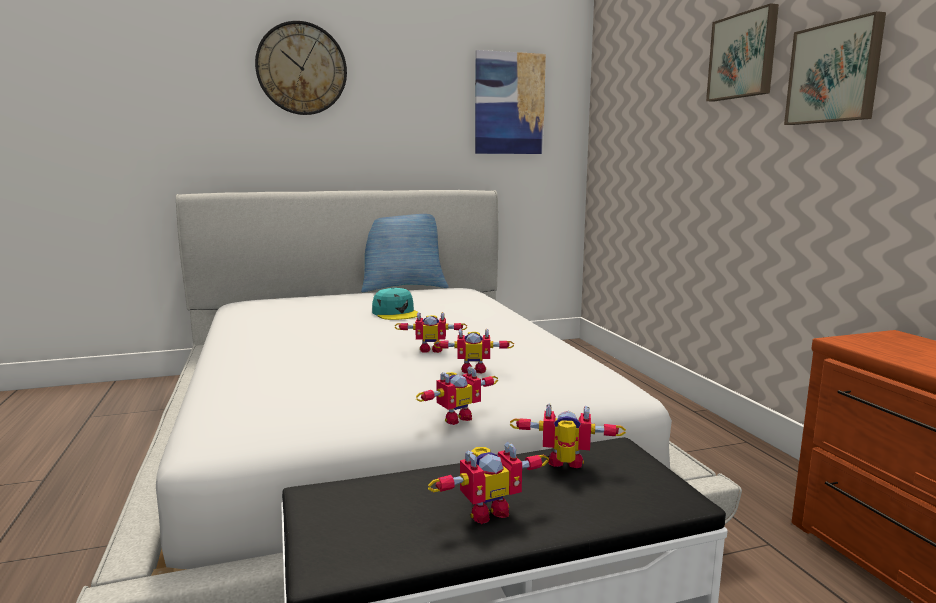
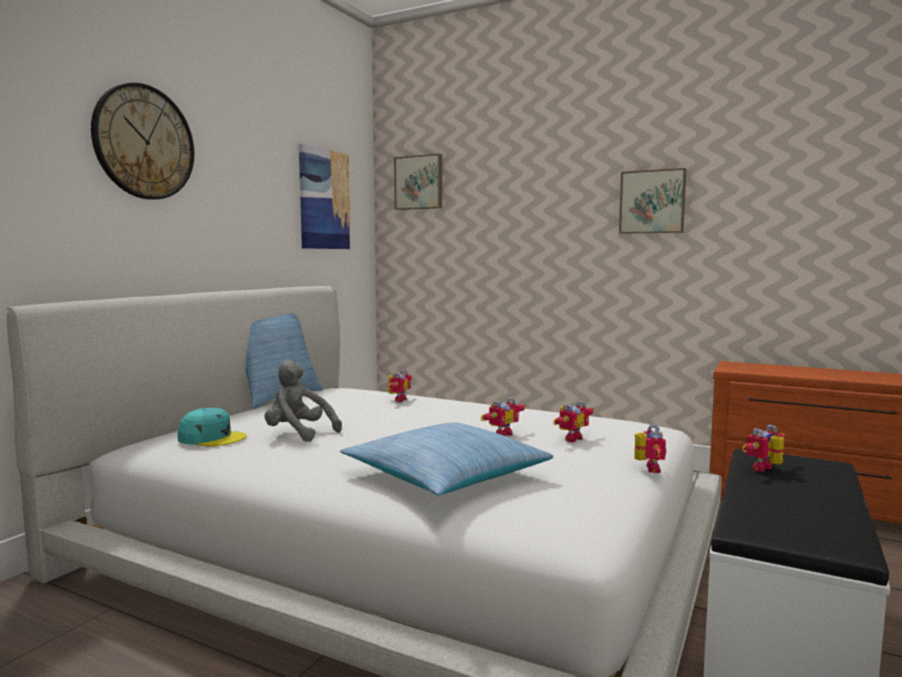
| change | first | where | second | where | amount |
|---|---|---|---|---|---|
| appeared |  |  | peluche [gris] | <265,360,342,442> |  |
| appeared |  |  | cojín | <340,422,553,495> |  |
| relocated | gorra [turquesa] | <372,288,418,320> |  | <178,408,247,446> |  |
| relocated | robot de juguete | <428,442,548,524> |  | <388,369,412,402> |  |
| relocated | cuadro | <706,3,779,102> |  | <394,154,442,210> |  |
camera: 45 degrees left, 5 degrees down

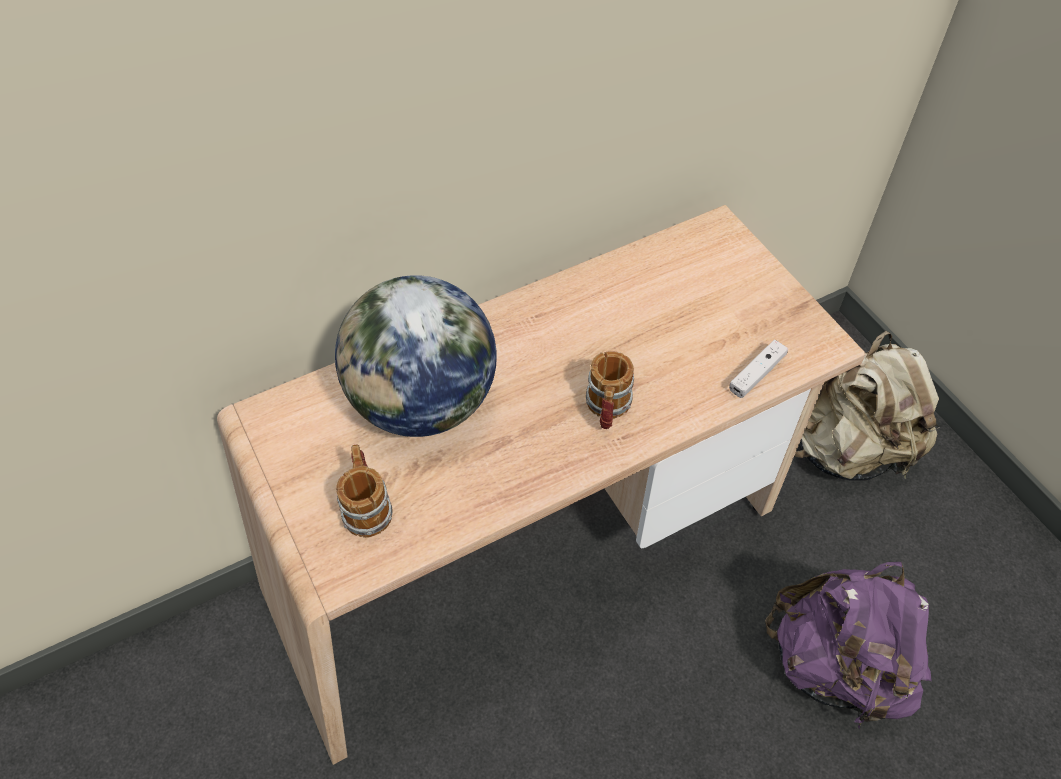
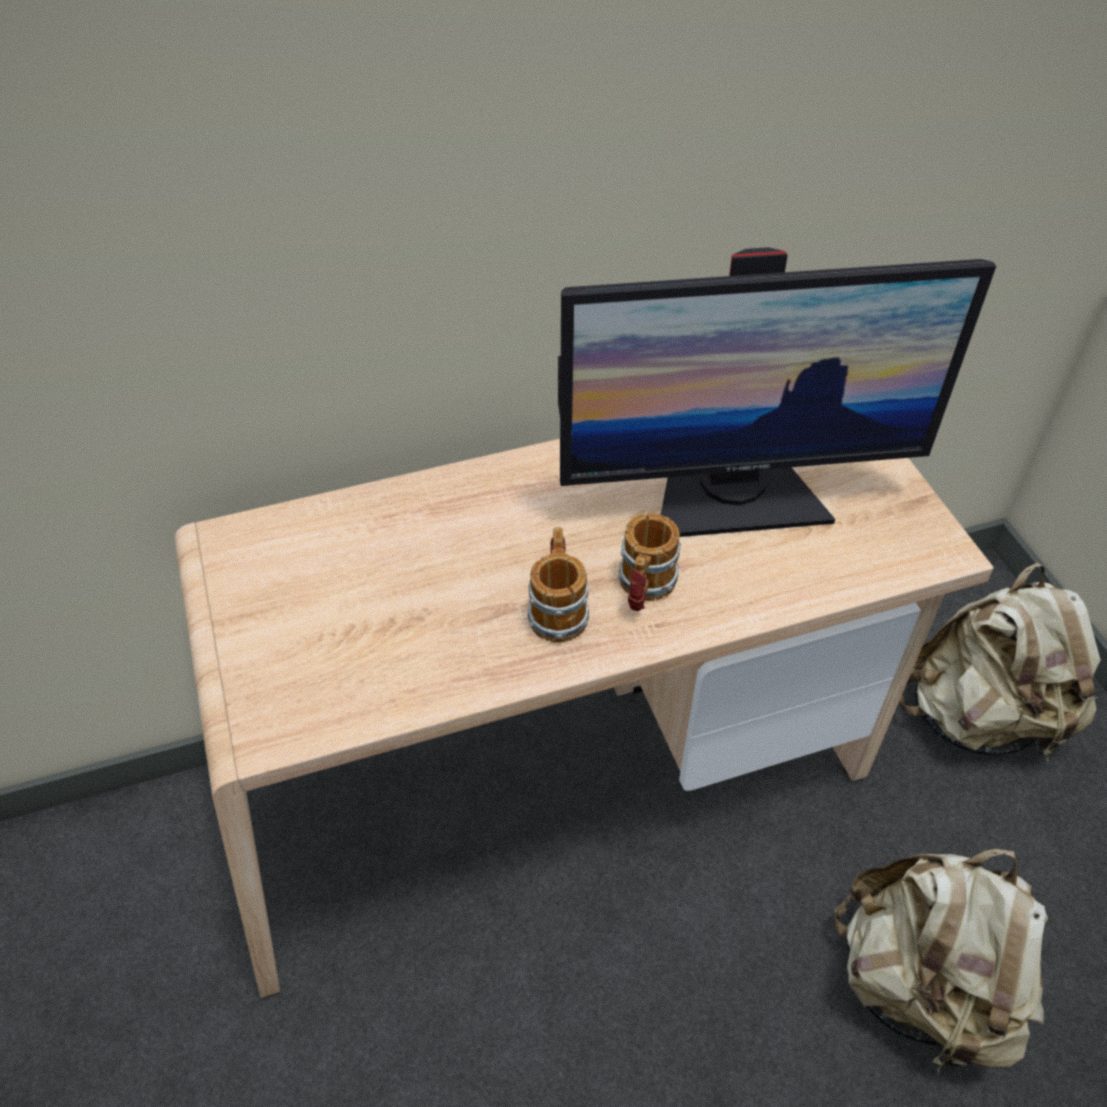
| change | first | where | second | where | amount |
|---|---|---|---|---|---|
| missing | globo terráqueo | <335,275,497,437> |  |  |  |
| missing | mando de consola [blanco] | <729,340,788,398> |  |  |  |
| appeared |  |  | monitor | <558,247,996,537> |  |
| relocated | taza grande | <336,444,392,538> |  | <528,527,589,643> |  |
| colour | mochila [morado] | <765,562,932,729> | mochila [beis] | <834,849,1048,1074> |  |
camera: 10 degrees right, 5 degrees down

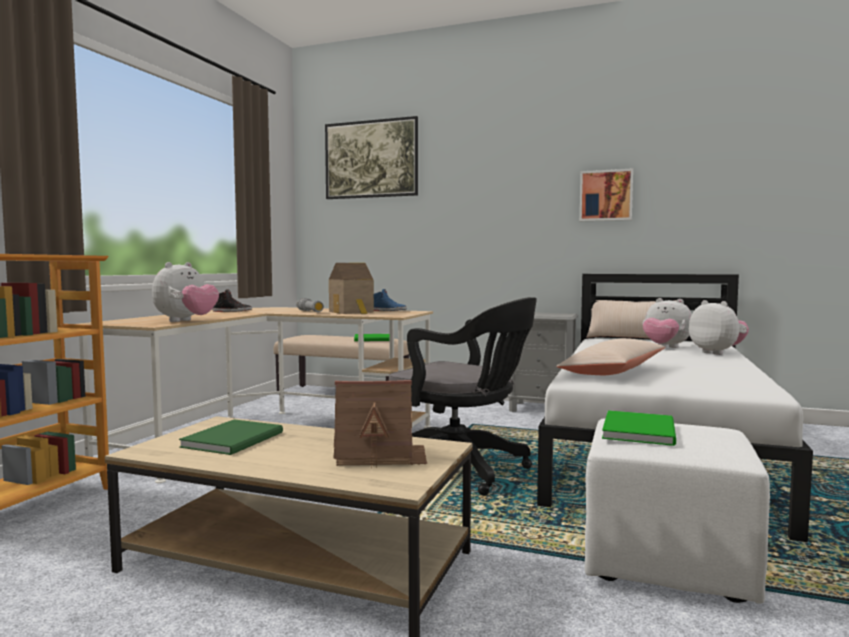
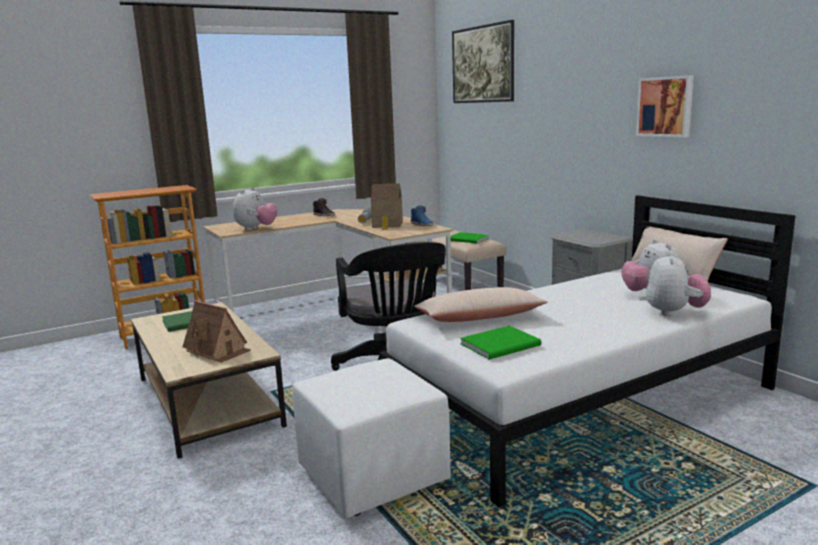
| change | first | where | second | where | amount |
|---|---|---|---|---|---|
| relocated | libro [verde] | <602,410,676,446> |  | <460,326,541,360> |  |
| spun | peluche | <152,262,219,322> |  | <233,187,277,231> | 45 degrees counterclockwise |
camera: 40 degrees right, 10 degrees up

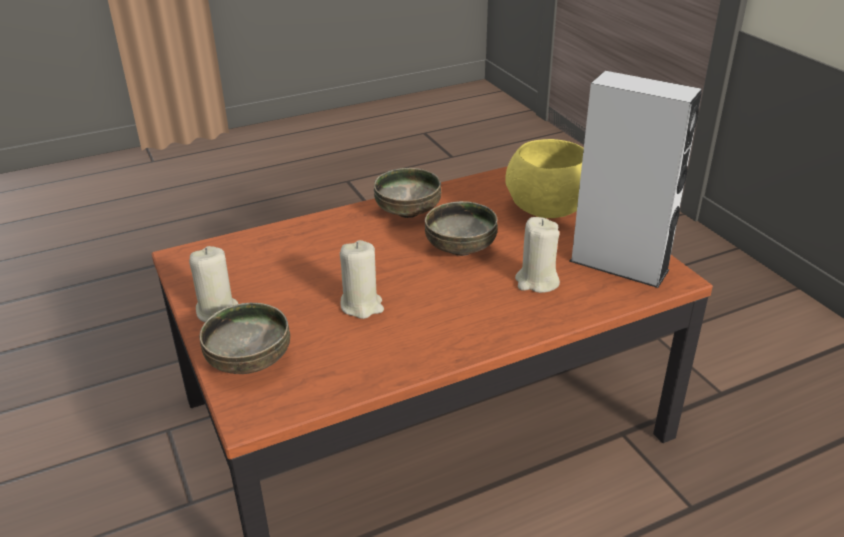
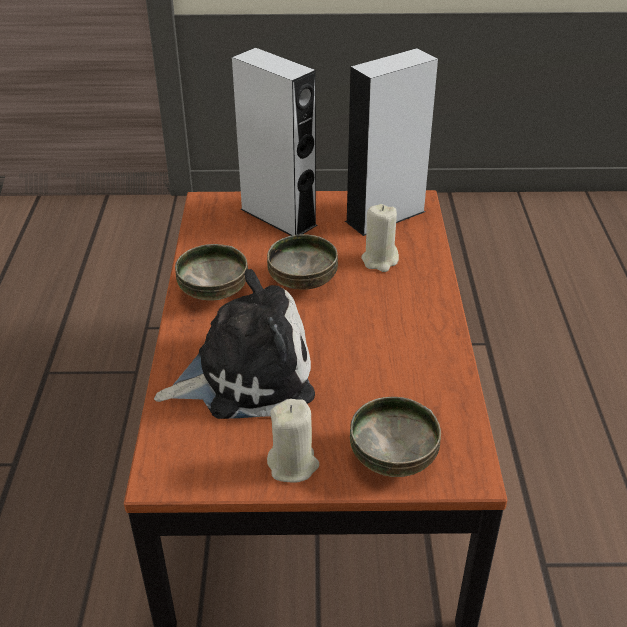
| change | first | where | second | where | amount |
|---|---|---|---|---|---|
| missing | vela [beis] | <340,240,384,319> |  |  |  |
| appeared |  |  | peluche | <154,269,315,419> |  |
| exchanged | cuenco [amarillo] | <505,139,584,218> | altavoz [gris] | <232,48,317,236> |  |
camera: 65 degrees left, 5 degrees up

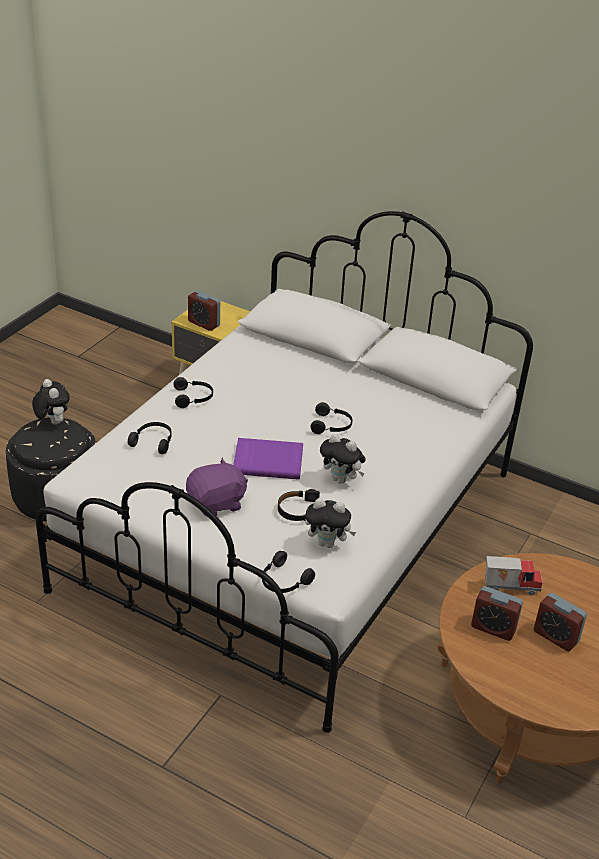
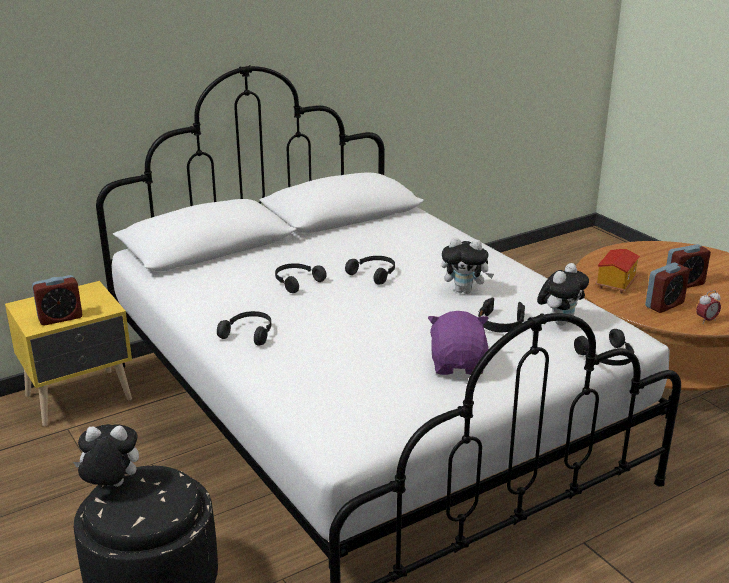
| change | first | where | second | where | amount |
|---|---|---|---|---|---|
| missing | libro [morado] | <233,438,303,480> |  |  |  |
| appeared |  |  | despertador | <696,290,721,323> |  |
| relocated | auriculares [negro] | <128,422,172,454> |  | <275,263,327,293> |  |
| exchanged | camión de juguete | <485,556,542,595> | casita | <595,249,640,294> |  |
| spun | peluche | <320,434,366,484> |  | <441,237,494,294> | 45 degrees clockwise |
camera: 60 degrees left, 10 degrees down

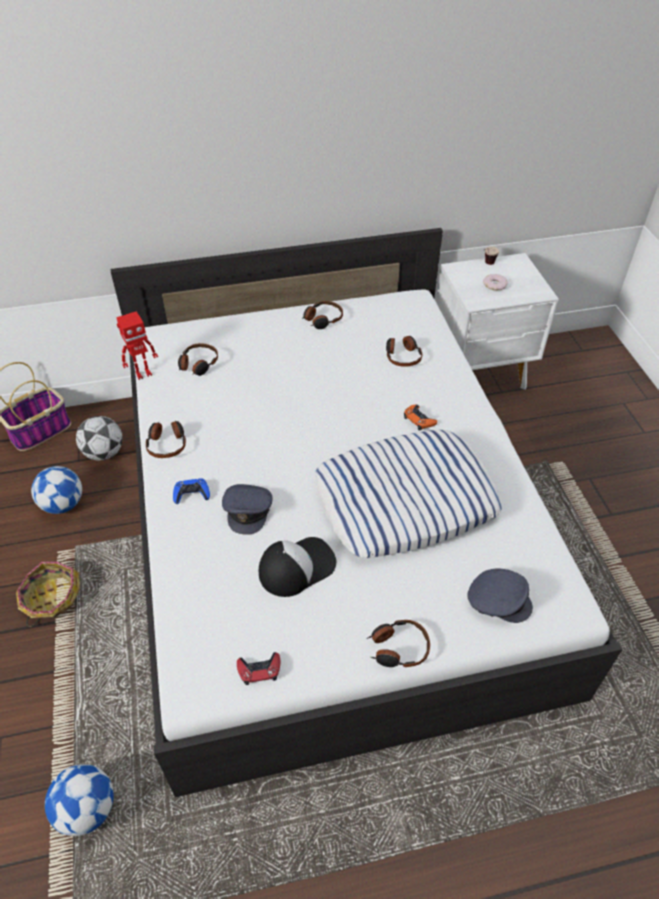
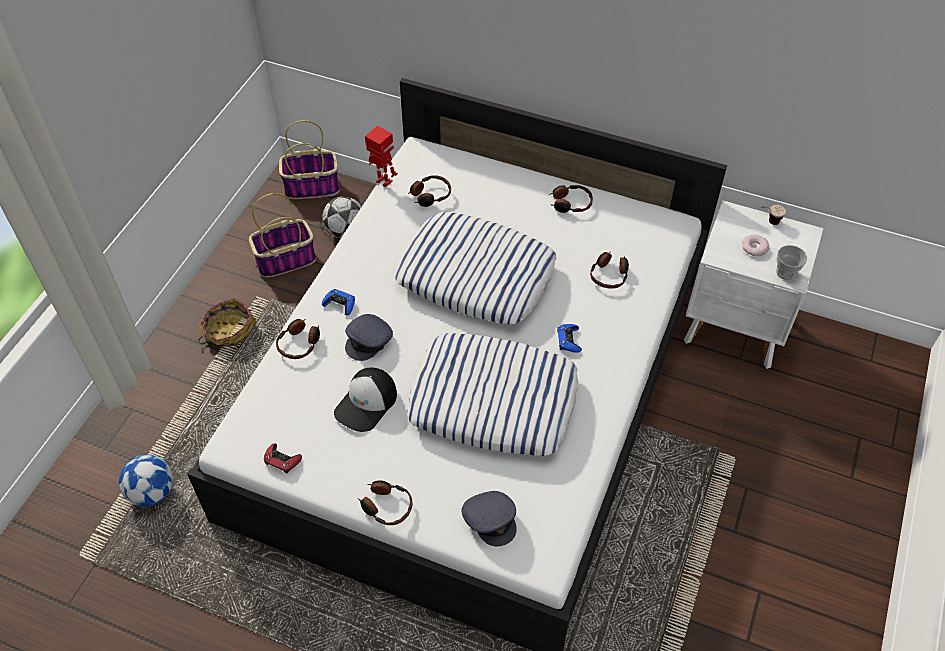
| change | first | where | second | where | amount |
|---|---|---|---|---|---|
| appeared |  |  | cojín | <394,212,557,325> |  |
| appeared |  |  | taza | <776,245,807,280> |  |
| relocated | auriculares | <146,421,186,458> |  | <276,319,320,359> |  |
| exchanged | balón de fútbol | <31,466,82,514> | cesta | <249,193,316,278> |  |
| colour | mando de consola [naranja] | <404,405,437,431> | mando de consola [azul] | <557,324,582,353> |  |
| spun | robot de juguete | <116,311,158,380> |  | <365,126,398,187> | 150 degrees counterclockwise |
| spun | gorra | <259,537,336,597> |  | <334,368,397,432> | 120 degrees clockwise |
camera: 35 degrees right, 5 degrees up

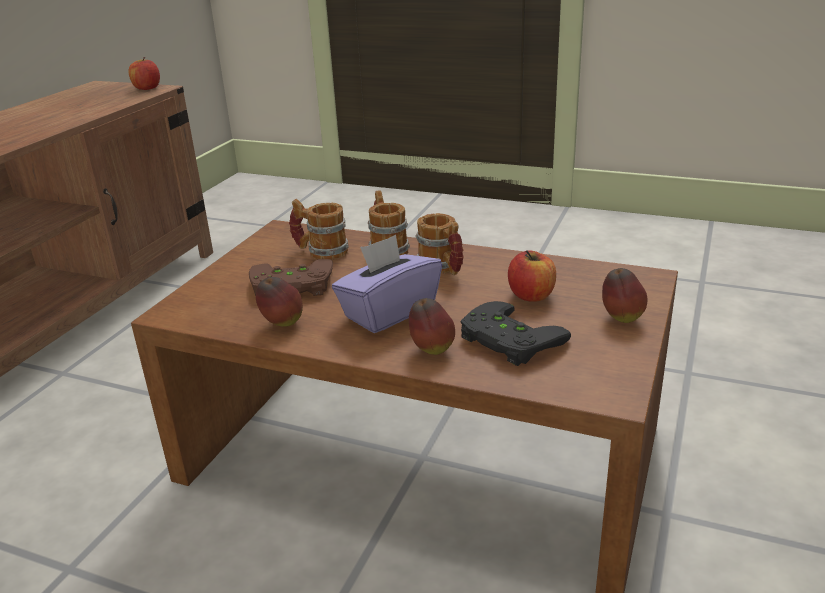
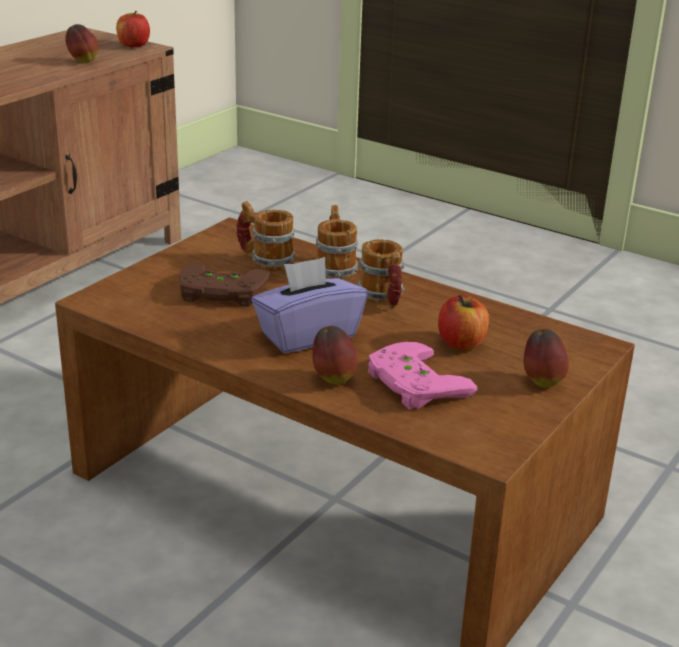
| change | first | where | second | where | amount |
|---|---|---|---|---|---|
| relocated | manzana | <256,277,303,327> |  | <65,24,98,63> |  |
| colour | mando de consola [negro] | <461,301,571,366> | mando de consola [rosa] | <368,342,477,410> |  |
camera: 10 degrees right, 0 degrees up

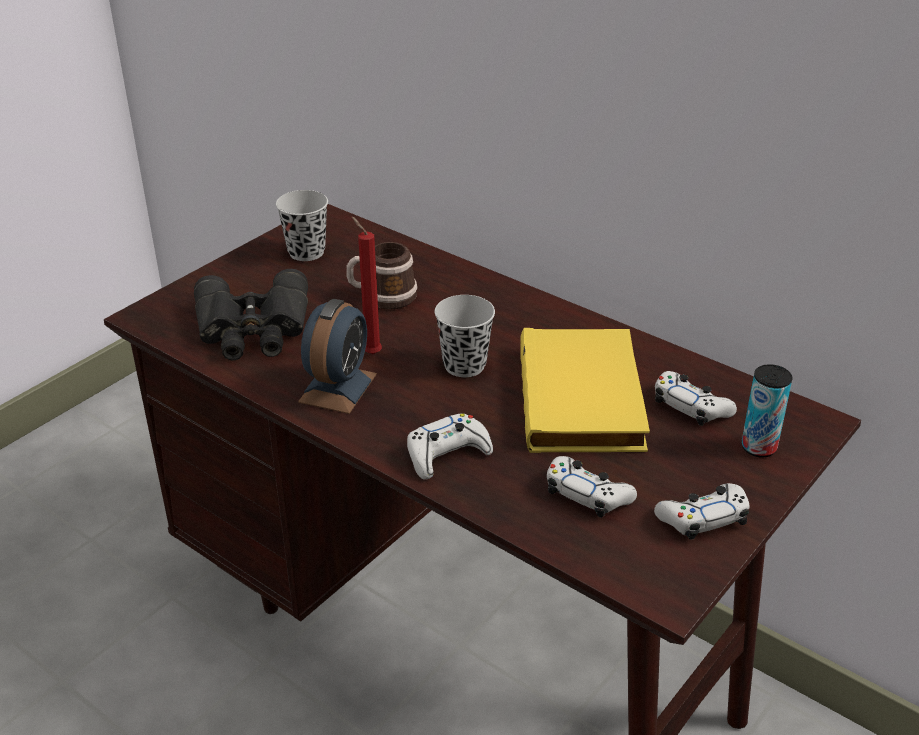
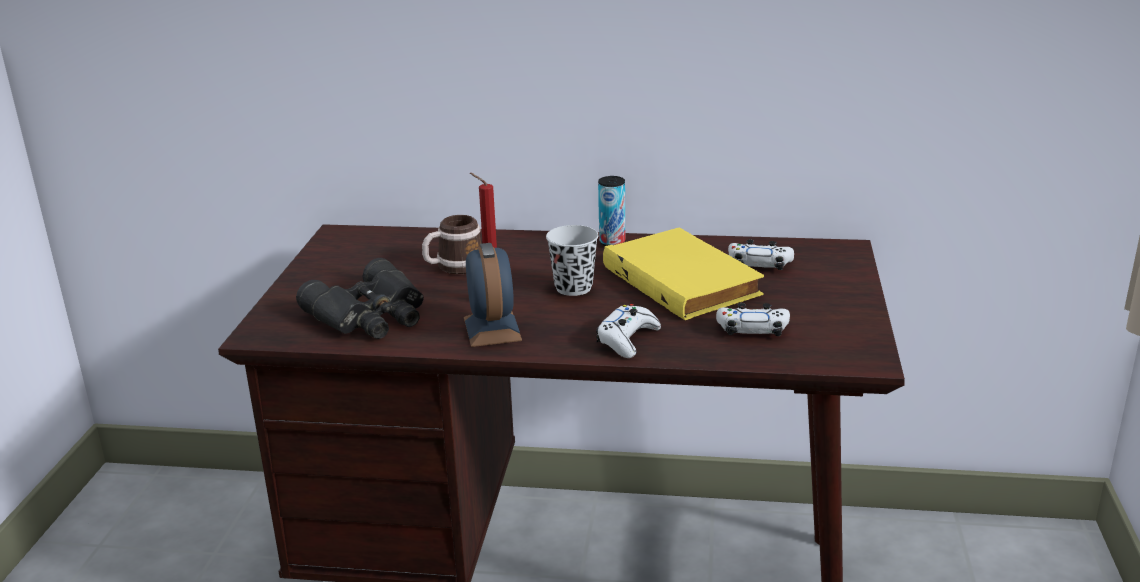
| change | first | where | second | where | amount |
|---|---|---|---|---|---|
| missing | taza [negro] | <276,190,328,261> |  |  |  |
| missing | mando de consola [blanco] | <654,483,750,540> |  |  |  |
| relocated | lata | <742,364,792,458> |  | <598,176,625,246> |  |
camera: 30 degrees left, 10 degrees down

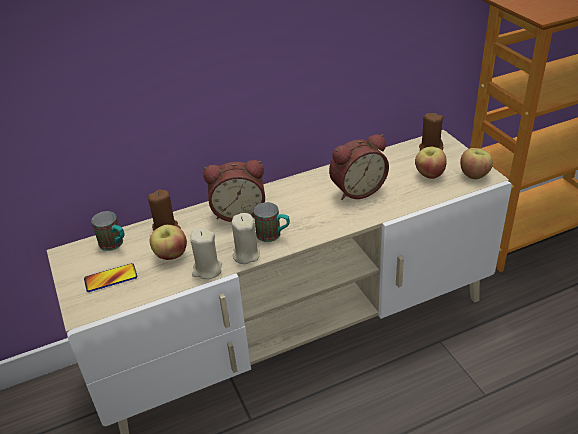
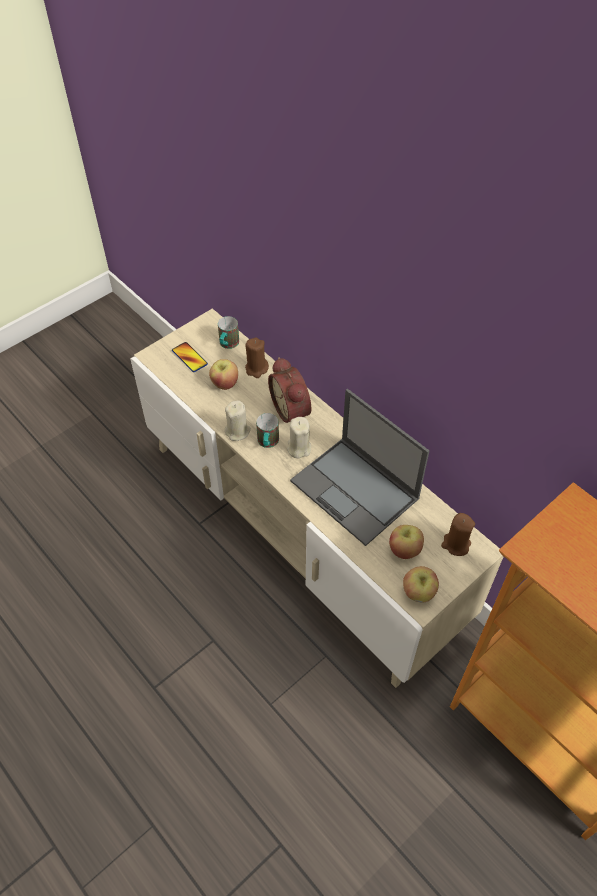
| change | first | where | second | where | amount |
|---|---|---|---|---|---|
| relocated | vela [beis] | <190,228,222,279> |  | <287,417,311,458> |  |
| exchanged | despertador | <329,134,389,200> | portátil | <290,389,429,546> |  |
camera: 70 degrees right, 15 degrees up

